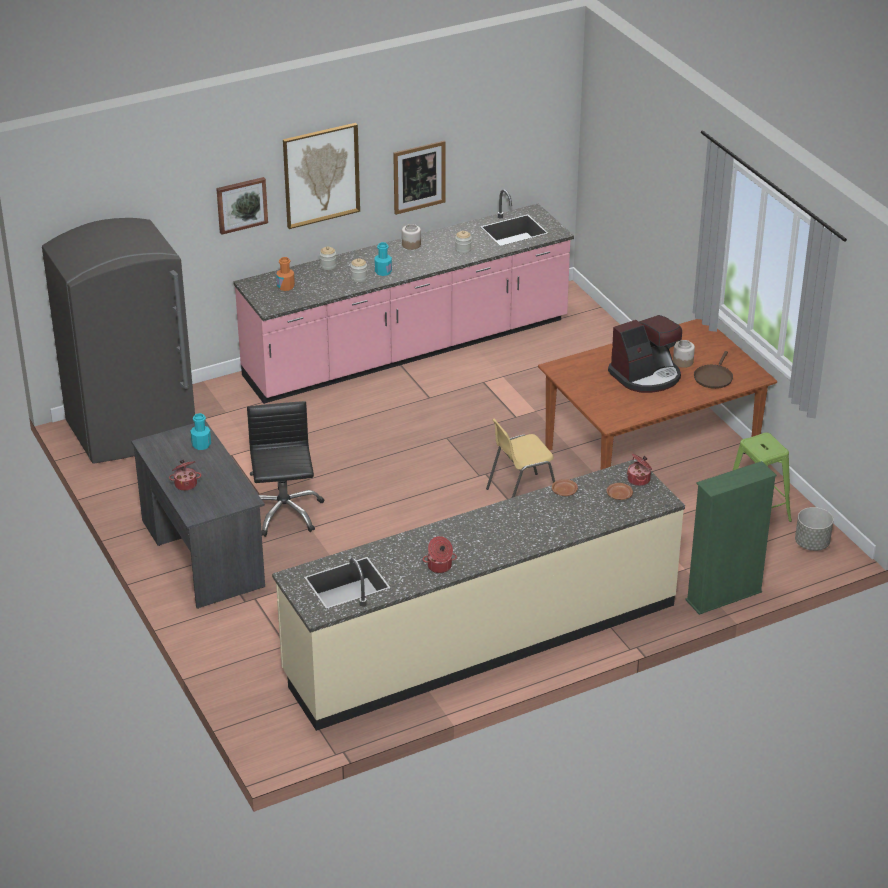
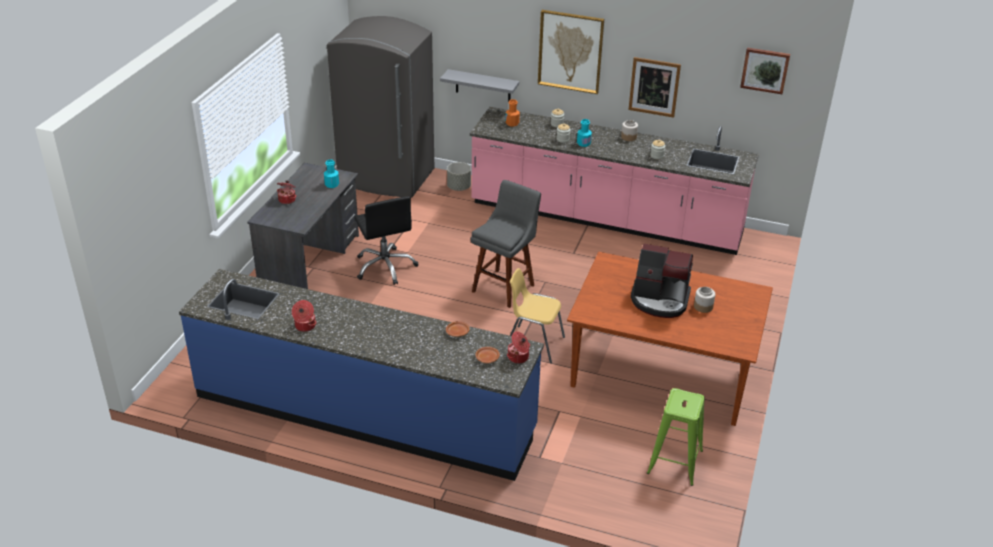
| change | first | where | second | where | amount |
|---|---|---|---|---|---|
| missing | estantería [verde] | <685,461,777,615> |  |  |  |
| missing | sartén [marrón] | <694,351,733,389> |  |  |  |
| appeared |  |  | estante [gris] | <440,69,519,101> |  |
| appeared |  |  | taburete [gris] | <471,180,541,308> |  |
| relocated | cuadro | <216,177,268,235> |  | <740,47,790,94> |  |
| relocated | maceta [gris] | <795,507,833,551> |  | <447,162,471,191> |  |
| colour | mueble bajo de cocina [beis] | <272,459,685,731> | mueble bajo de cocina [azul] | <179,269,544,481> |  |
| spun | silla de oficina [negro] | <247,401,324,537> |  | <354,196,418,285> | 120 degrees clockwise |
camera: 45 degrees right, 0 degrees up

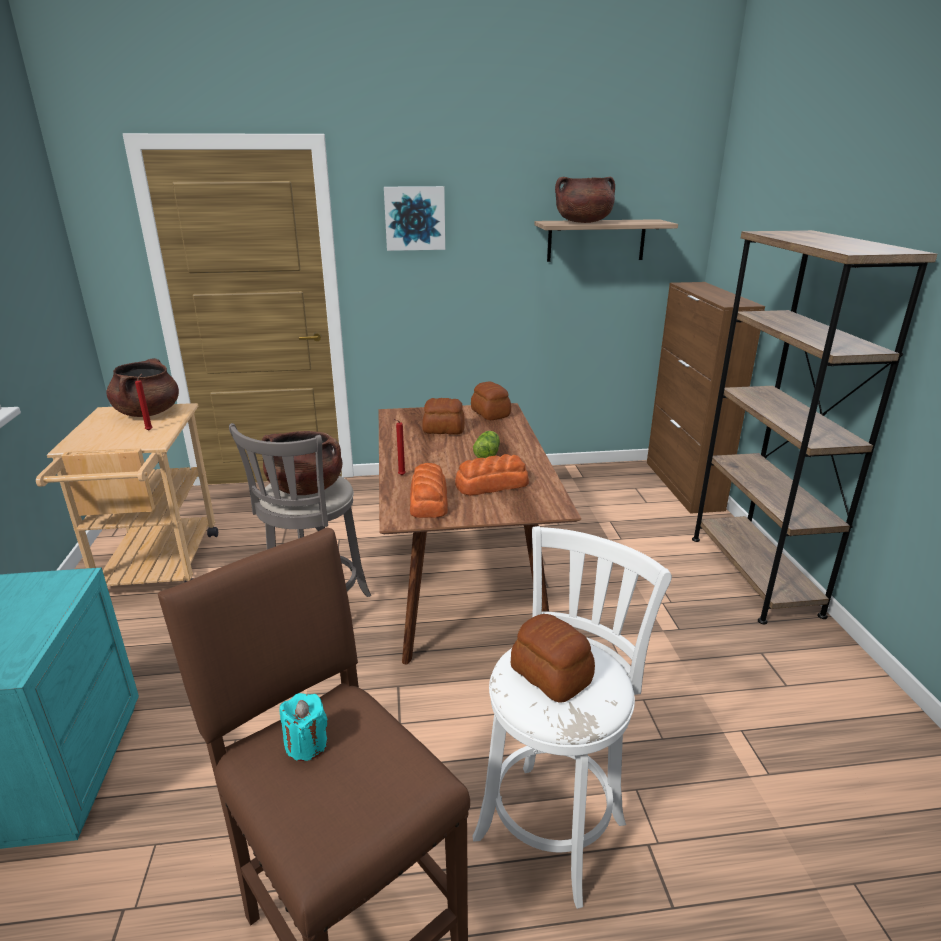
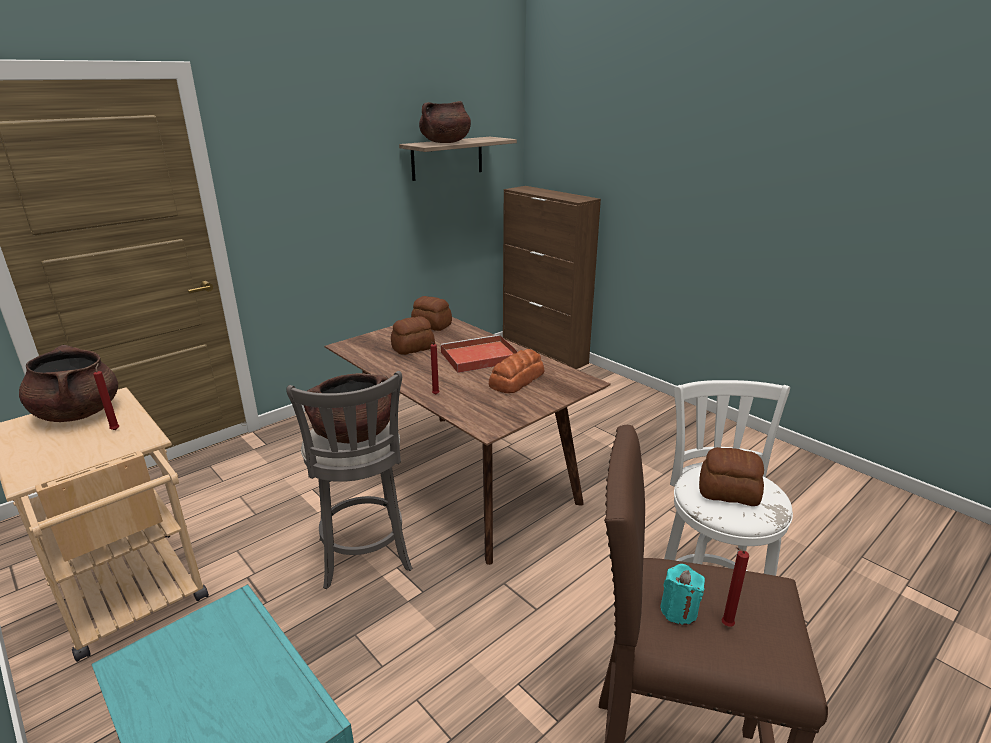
| change | first | where | second | where | amount |
|---|---|---|---|---|---|
| missing | cuadro | <384,186,445,251> |  |  |  |
| missing | pan | <410,463,448,518> |  |  |  |
| missing | estantería [marrón] | <692,230,937,624> |  |  |  |
| appeared |  |  | vela [rojo] | <721,547,749,627> |  |
| exchanged | lechuga | <473,431,500,458> | bandeja [rojo] | <440,335,518,373> |  |
camera: 35 degrees left, 0 degrees up

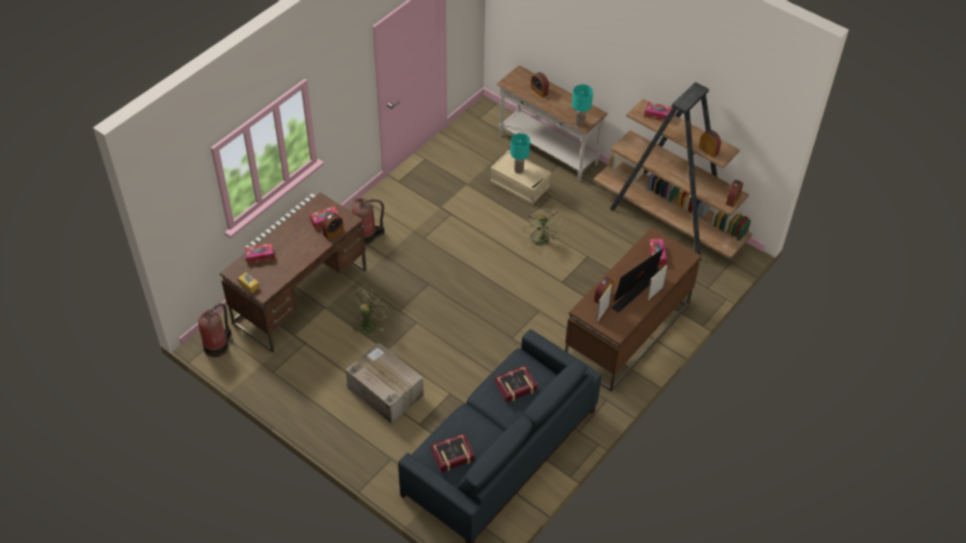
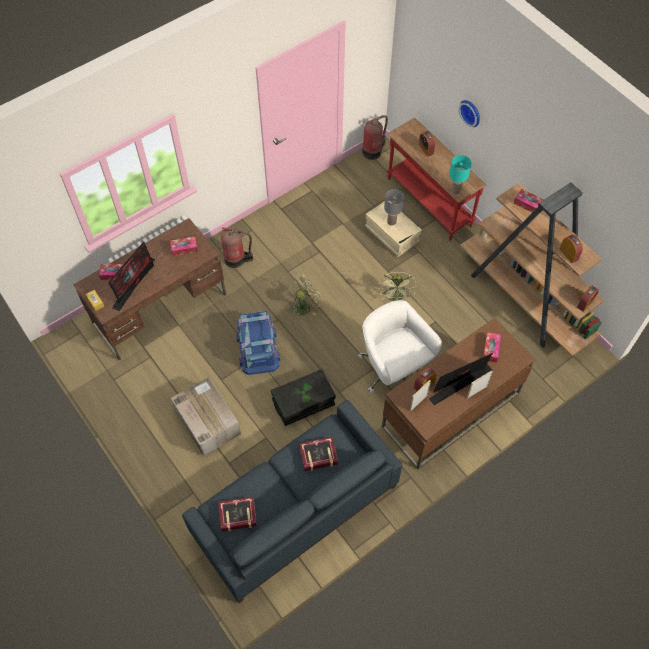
| change | first | where | second | where | amount |
|---|---|---|---|---|---|
| missing | despertador | <322,213,344,240> |  |  |  |
| appeared |  |  | monitor | <108,242,155,311> |  |
| appeared |  |  | caja de almacenaje [azul] | <236,311,280,375> |  |
| appeared |  |  | caja de almacenaje [negro] | <271,369,336,426> |  |
| appeared |  |  | silla de oficina [blanco] | <358,300,442,393> |  |
| appeared |  |  | reloj de pared | <459,100,480,127> |  |
| relocated | extintor | <198,303,232,357> |  | <362,115,388,160> |  |
| relocated | ventilador [verde] | <352,286,390,334> |  | <288,274,323,316> |  |
| colour | mesa consola [blanco] | <496,65,608,181> | mesa consola [rojo] | <387,118,486,241> |  |
| colour | lámpara de mesa [turquesa] | <510,133,530,174> | lámpara de mesa [gris] | <384,189,404,225> |  |
camera: 15 degrees right, 10 degrees up

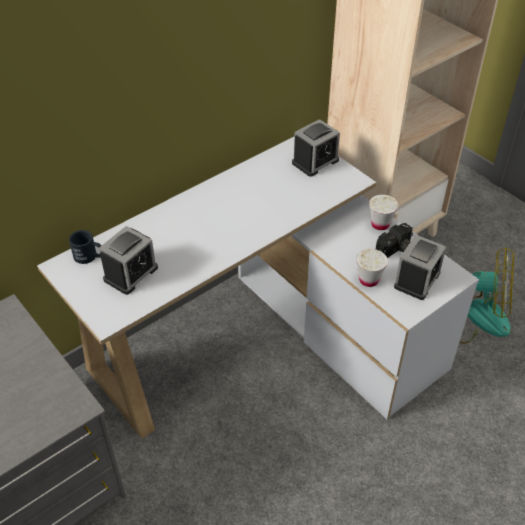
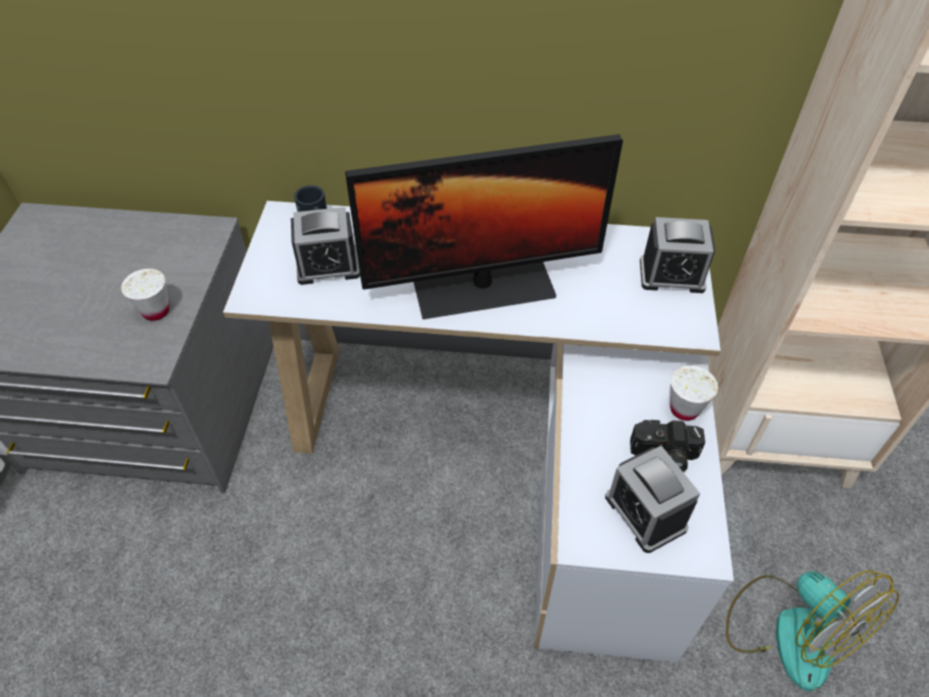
| change | first | where | second | where | amount |
|---|---|---|---|---|---|
| appeared |  |  | monitor | <345,134,623,319> |  |
| relocated | taza [blanco] | <356,249,388,287> |  | <121,269,169,321> |  |
| spun | despertador | <394,235,446,300> |  | <605,446,700,553> | 75 degrees clockwise |
camera: 45 degrees right, 5 degrees up

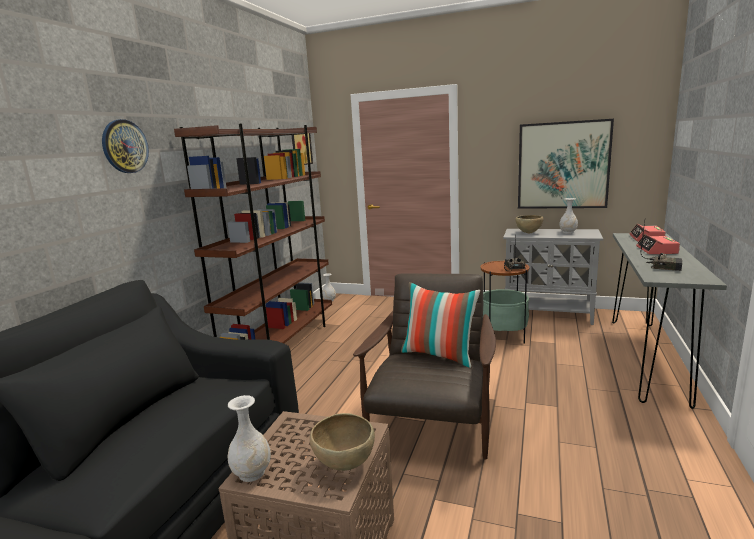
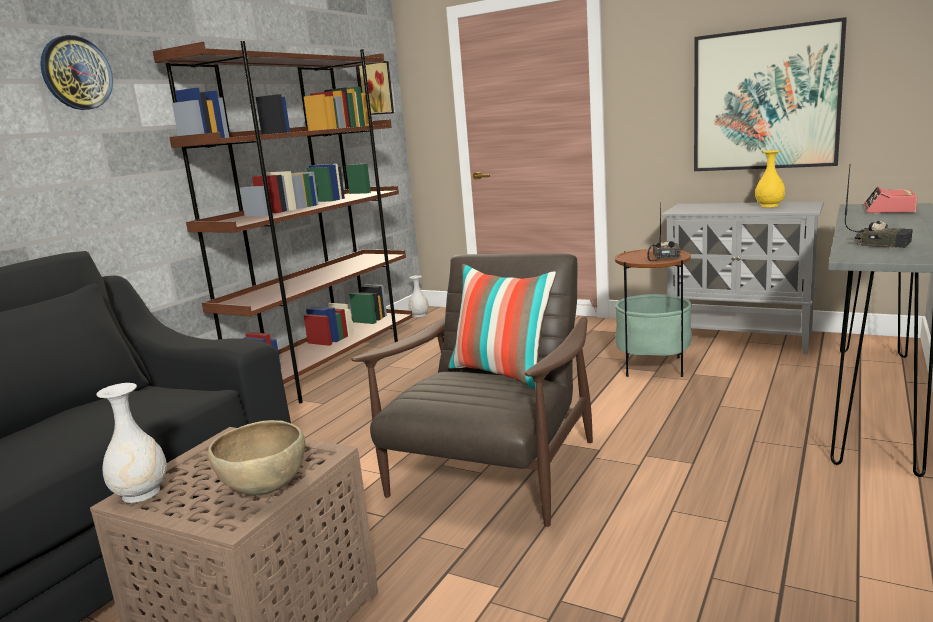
| change | first | where | second | where | amount |
|---|---|---|---|---|---|
| missing | cuenco [marrón] | <515,215,543,233> |  |  |  |
| missing | despertador | <636,234,680,254> |  |  |  |
| colour | florero [blanco] | <559,198,578,234> | florero [amarillo] | <755,150,785,207> |  |
camera: 10 degrees right, 0 degrees up

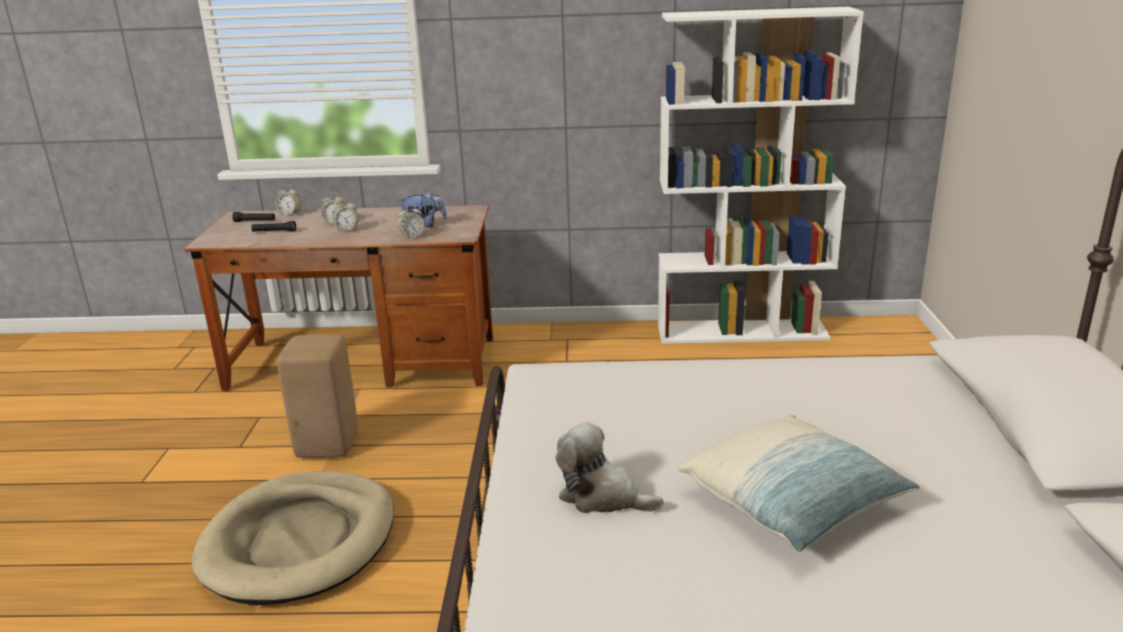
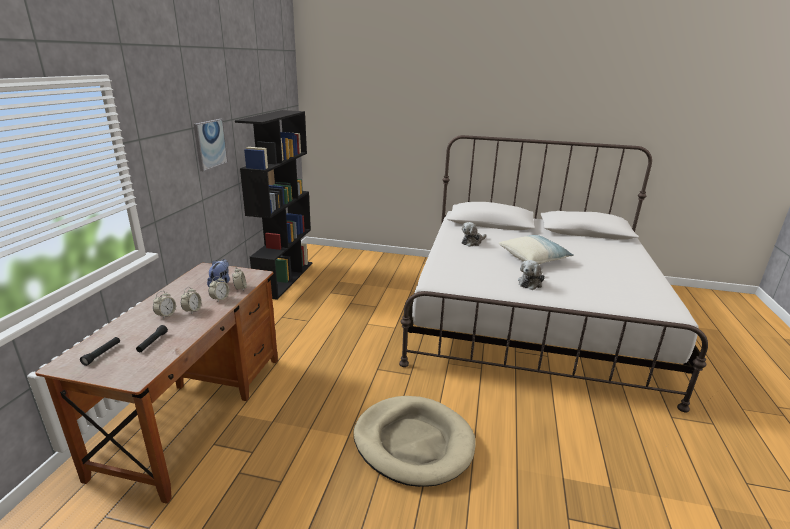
| change | first | where | second | where | amount |
|---|---|---|---|---|---|
| missing | taburete [beis] | <277,334,358,458> |  |  |  |
| appeared |  |  | cuadro | <194,119,228,171> |  |
| appeared |  |  | peluche | <462,222,487,247> |  |
| relocated | despertador | <275,185,301,216> |  | <209,276,229,301> |  |
| colour | estantería [blanco] | <658,7,864,344> | estantería [negro] | <235,110,312,300> |  |
camera: 80 degrees left, 0 degrees up

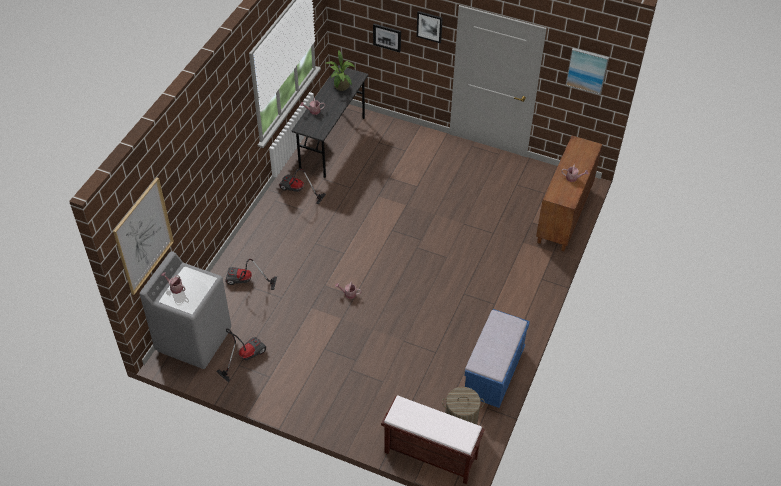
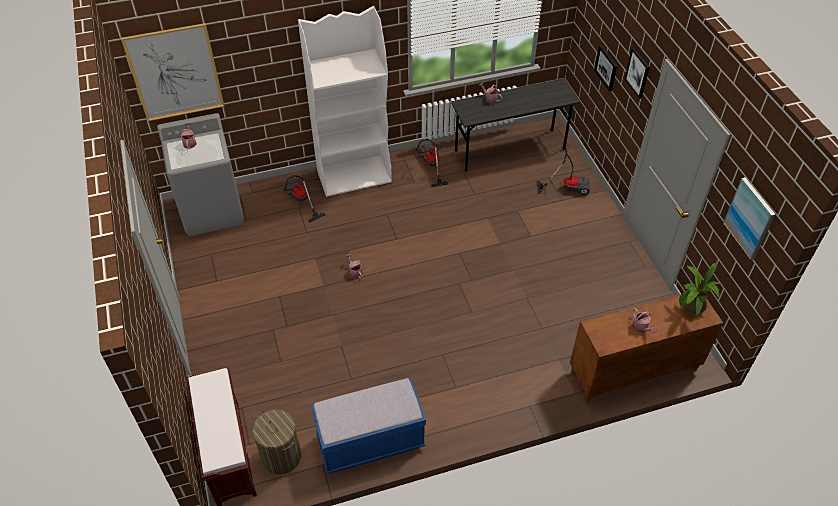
| change | first | where | second | where | amount |
|---|---|---|---|---|---|
| appeared |  |  | estantería [blanco] | <298,6,392,197> |  |
| relocated | aspiradora | <216,328,266,382> |  | <537,148,590,195> |  |
| relocated | planta en maceta | <326,50,355,91> |  | <679,262,721,315> |  |
camera: 50 degrees right, 0 degrees up

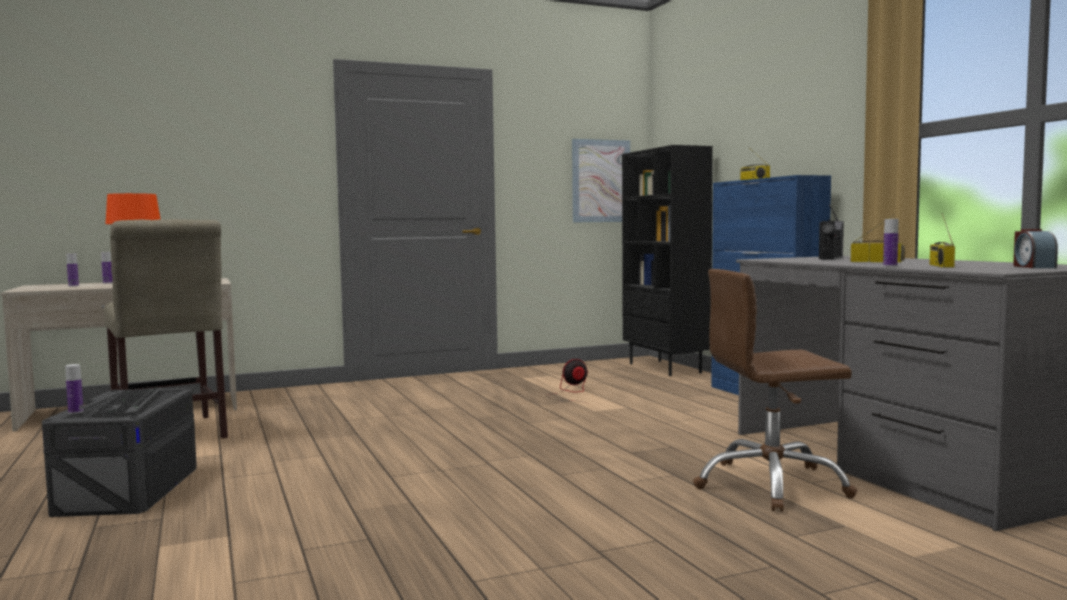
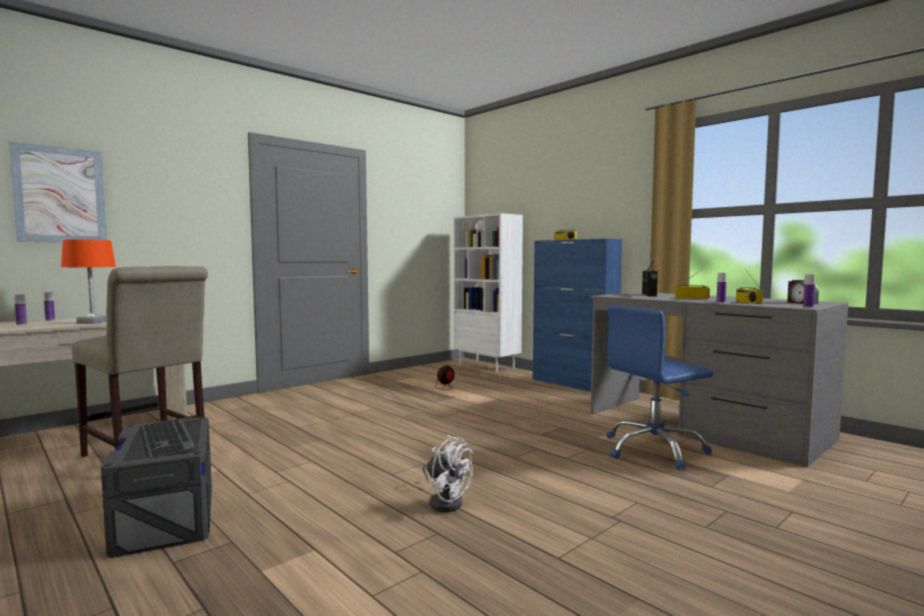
| change | first | where | second | where | amount |
|---|---|---|---|---|---|
| appeared |  |  | ventilador [blanco] | <422,435,473,512> |  |
| relocated | botella | <66,364,84,414> |  | <803,274,816,308> |  |
| relocated | cuadro | <572,139,630,222> |  | <9,142,107,243> |  |
| colour | estantería [negro] | <622,145,713,376> | estantería [blanco] | <454,213,523,373> |  |
| colour | silla de oficina [marrón] | <693,269,857,512> | silla de oficina [azul] | <606,305,713,470> |  |
camera: 20 degrees left, 0 degrees up

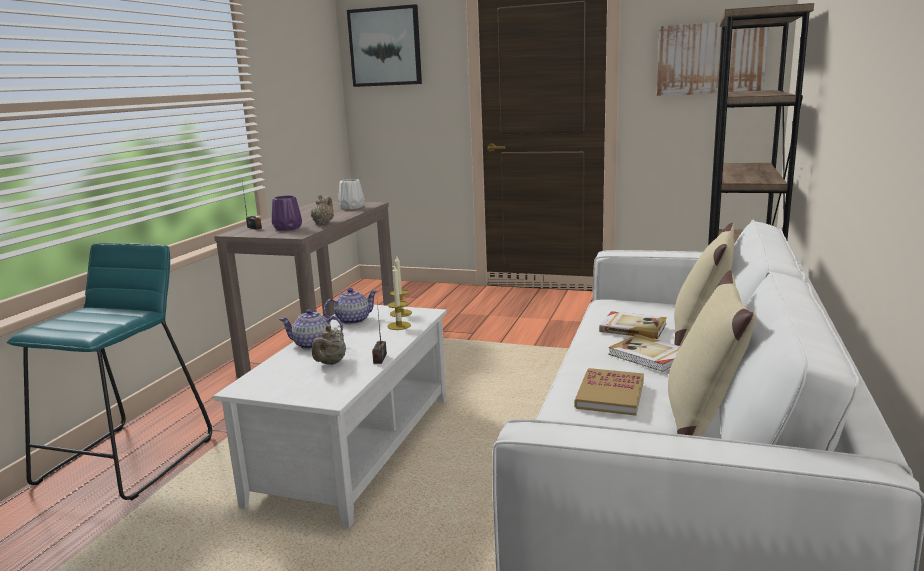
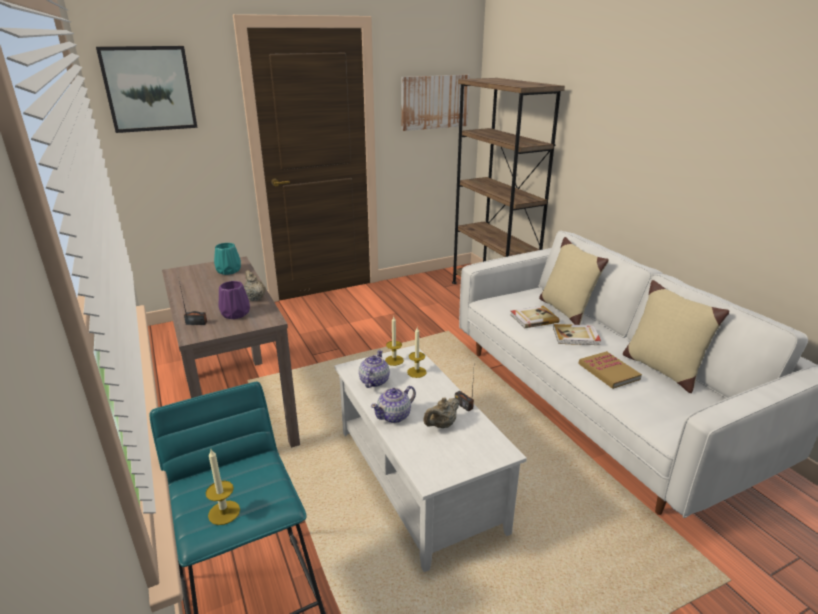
| change | first | where | second | where | amount |
|---|---|---|---|---|---|
| appeared |  |  | vela | <206,449,240,525> |  |
| colour | florero [blanco] | <338,179,364,209> | florero [turquesa] | <214,243,241,275> |  |
| spun | tetera [beis] | <312,325,346,365> |  | <423,398,459,428> | 75 degrees clockwise |
camera: 45 degrees left, 10 degrees up

